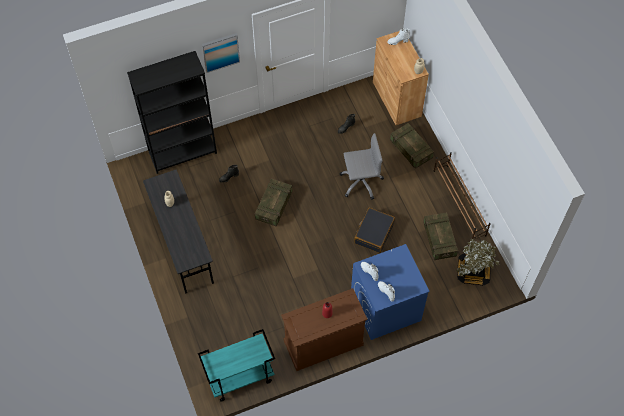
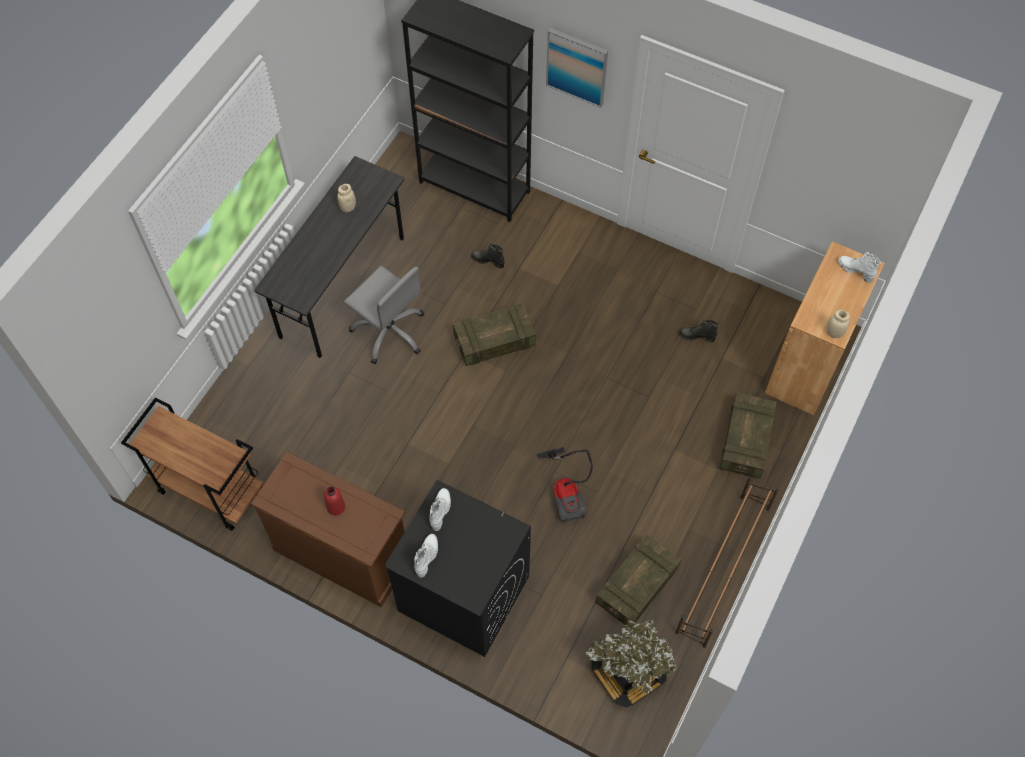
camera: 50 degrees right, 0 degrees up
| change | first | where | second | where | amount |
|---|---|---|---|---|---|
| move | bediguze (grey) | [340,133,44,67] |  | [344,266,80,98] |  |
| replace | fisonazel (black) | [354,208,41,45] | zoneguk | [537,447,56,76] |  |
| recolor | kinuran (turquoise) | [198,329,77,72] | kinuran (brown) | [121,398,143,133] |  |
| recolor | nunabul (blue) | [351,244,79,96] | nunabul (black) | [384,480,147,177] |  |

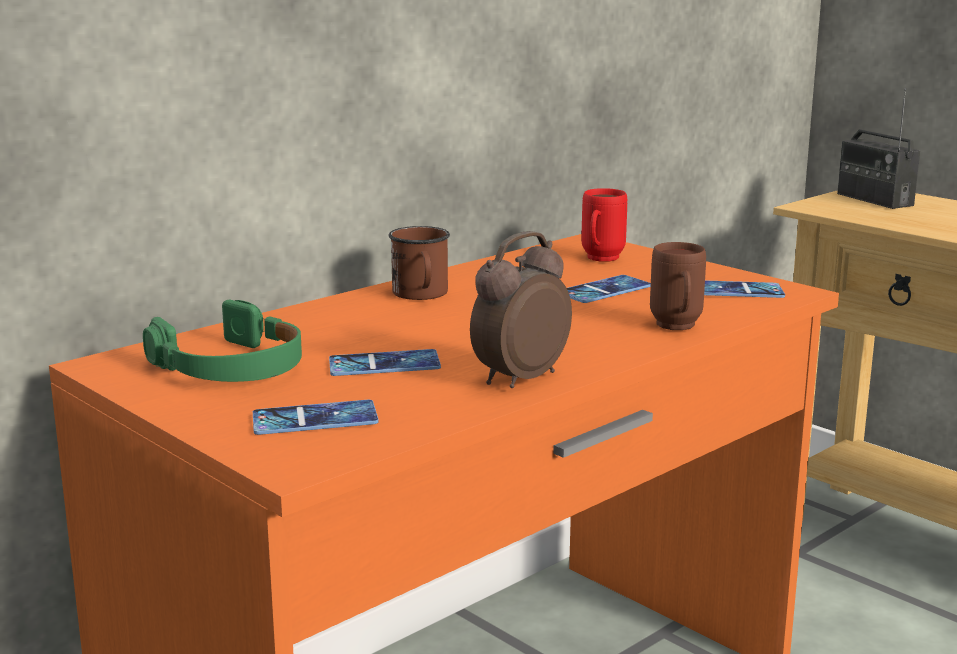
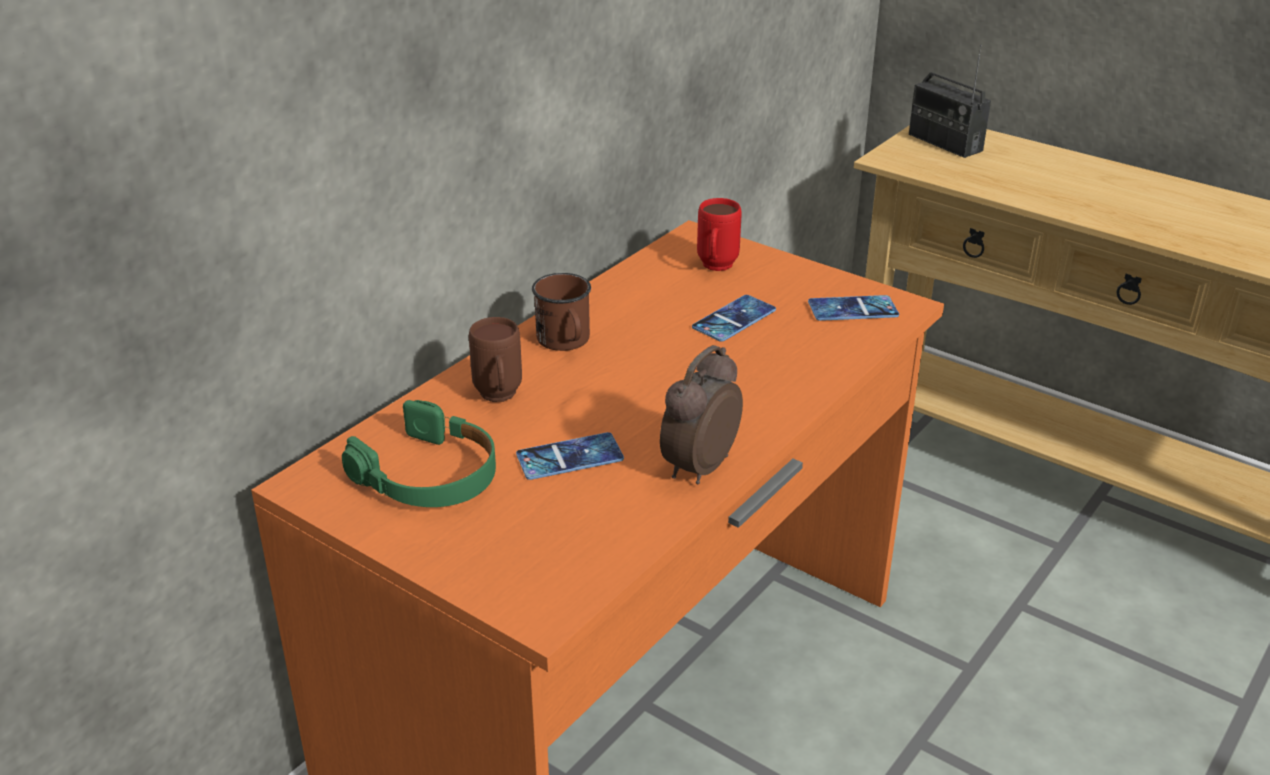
camera: 10 degrees left, 15 degrees up
| change | first | where | second | where | amount |
|---|---|---|---|---|---|
| delete | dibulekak | [253,400,126,35] |  |  |  |
| move | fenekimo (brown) | [650,242,56,88] |  | [469,317,53,85] |  |

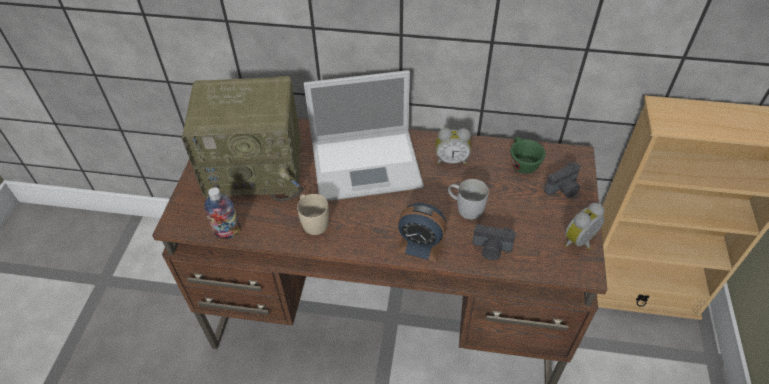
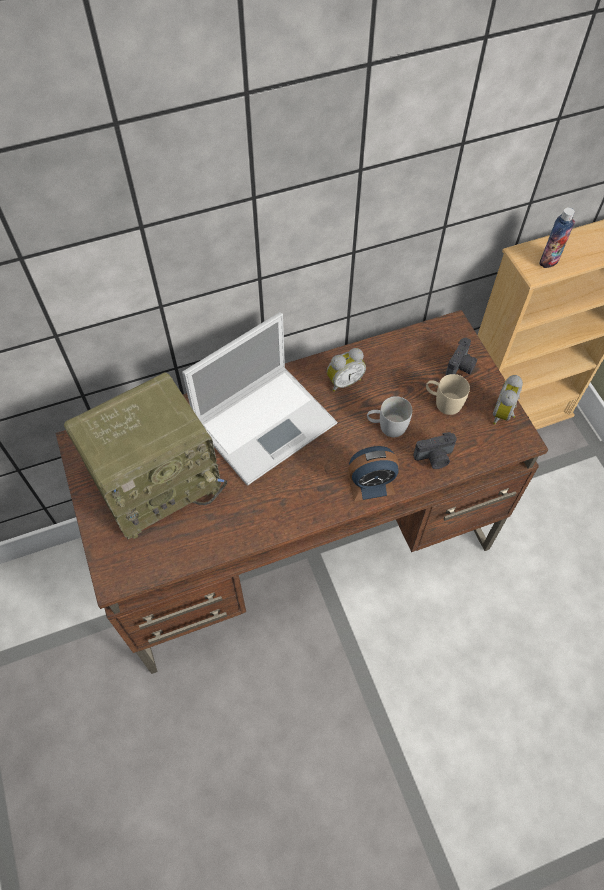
camera: 30 degrees left, 10 degrees up
| change | first | where | second | where | amount |
|---|---|---|---|---|---|
| delete | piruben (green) | [510,137,36,37] |  |  |  |
| move | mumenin | [204,187,37,52] |  | [539,207,36,61] |  |
| move | fenekimo (beige) | [297,194,32,41] |  | [426,374,44,41] |  |

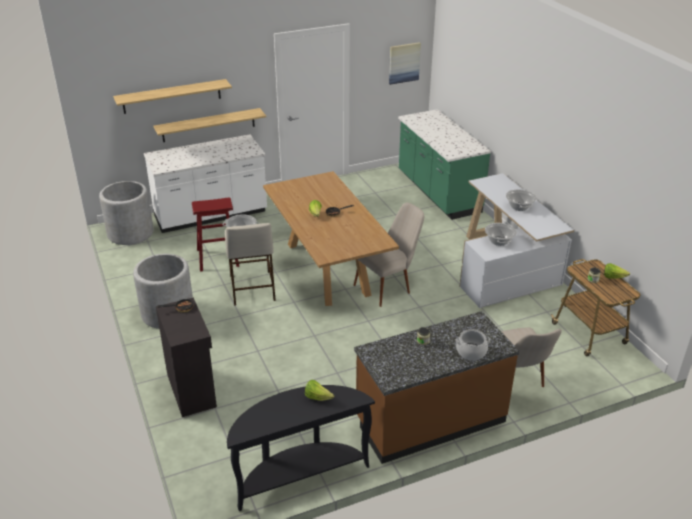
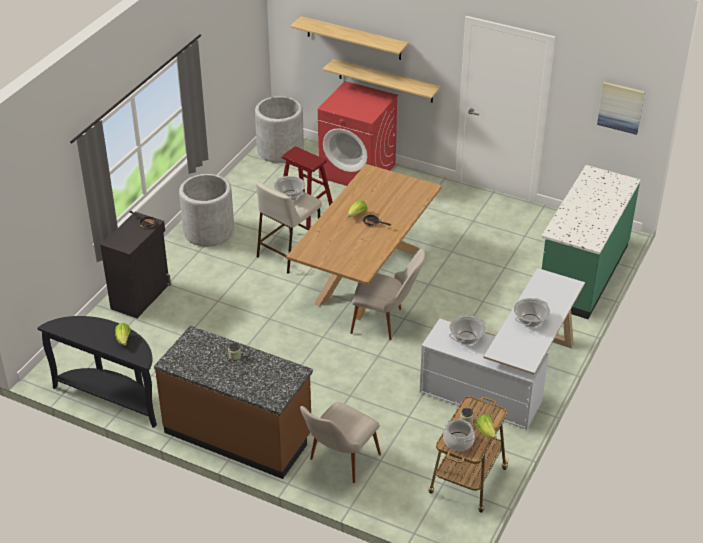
camera: 50 degrees right, 5 degrees up
| change | first | where | second | where | amount |
|---|---|---|---|---|---|
| move | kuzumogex | [455,329,35,32] |  | [443,419,32,32] |  |
| replace | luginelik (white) | [144,134,123,99] | nunabul (red) | [318,81,80,105] |  |

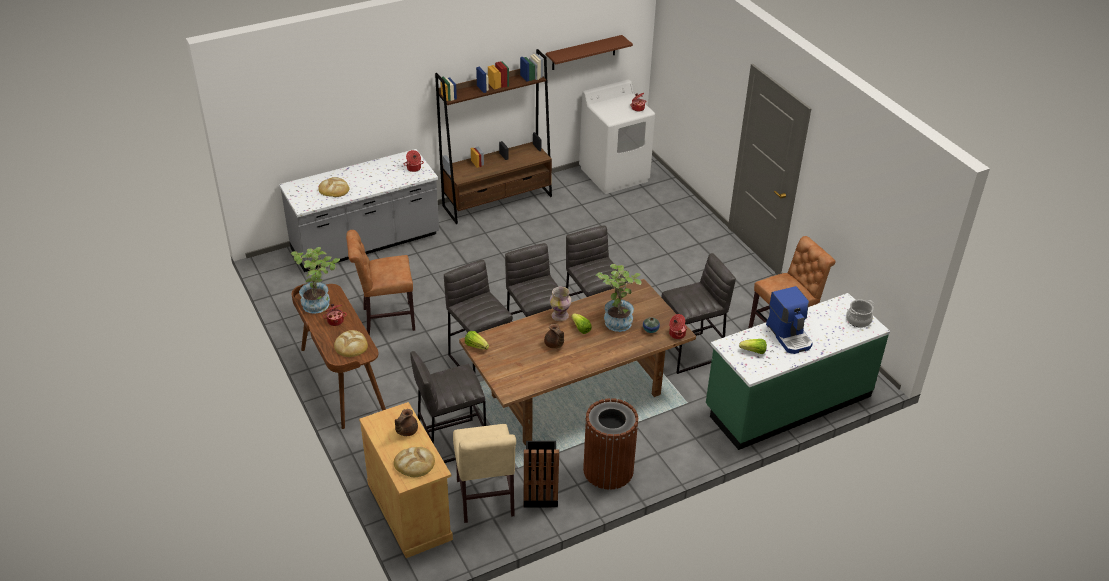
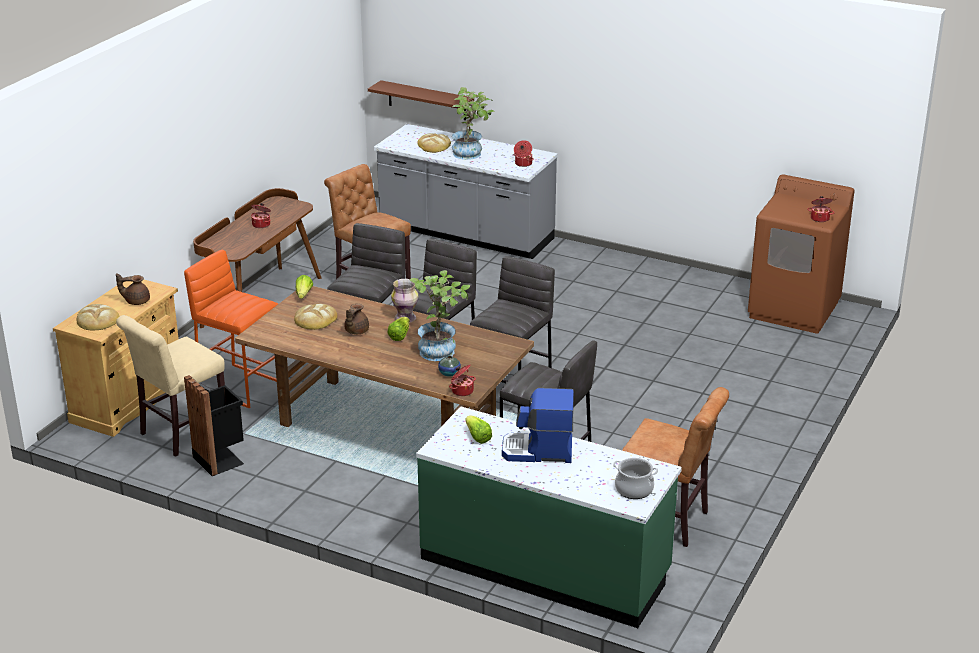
camera: 55 degrees right, 10 degrees down
| change | first | where | second | where | amount |
|---|---|---|---|---|---|
| delete | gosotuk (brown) | [435,49,117,175] |  |  |  |
| delete | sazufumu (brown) | [583,398,56,92] |  |  |  |
| move | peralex | [291,247,49,67] |  | [452,87,43,73] |  |
| move | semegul | [334,330,34,27] |  | [294,304,43,26] |  |
| move | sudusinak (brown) | [546,35,87,35] |  | [368,80,106,40] |  |
| recolor | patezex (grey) | [410,351,76,112] | patezex (orange) | [184,250,94,158] |  |
| recolor | nunabul (white) | [579,80,76,114] | nunabul (brown) | [748,174,107,159] |  |
| rotate | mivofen | [766,286,47,68] |  | [502,388,72,75] | 60 degrees clockwise |

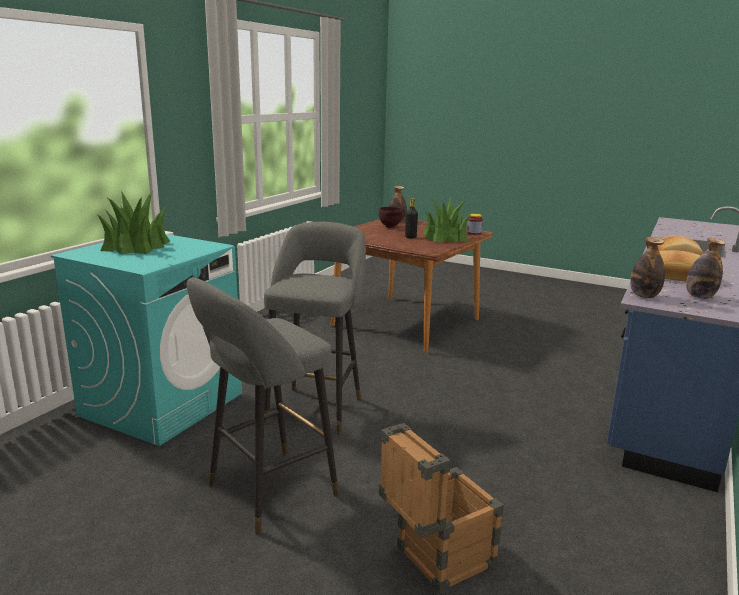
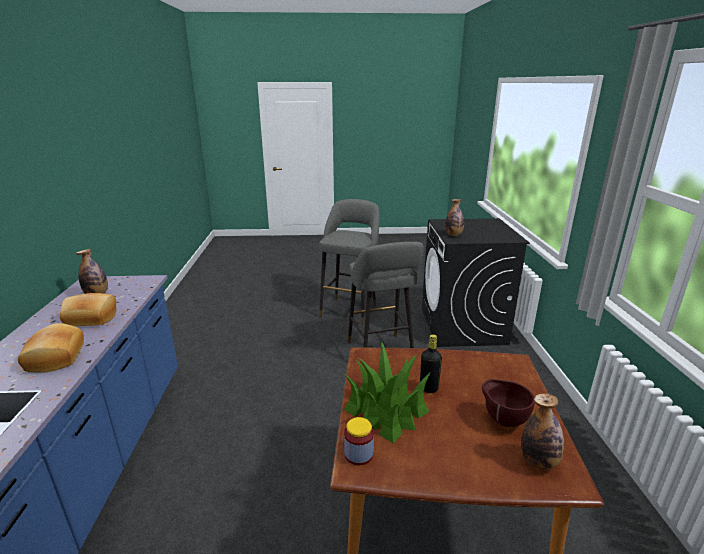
camera: 150 degrees right, 5 degrees up
| change | first | where | second | where | amount |
|---|---|---|---|---|---|
| delete | peralex | [98,191,72,63] |  |  |  |
| delete | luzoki | [379,423,125,170] |  |  |  |
| move | mumenin | [630,237,35,61] |  | [445,199,19,37] |  |
| recolor | nunabul (turquoise) | [50,234,192,212] | nunabul (black) | [422,218,108,129] |  |

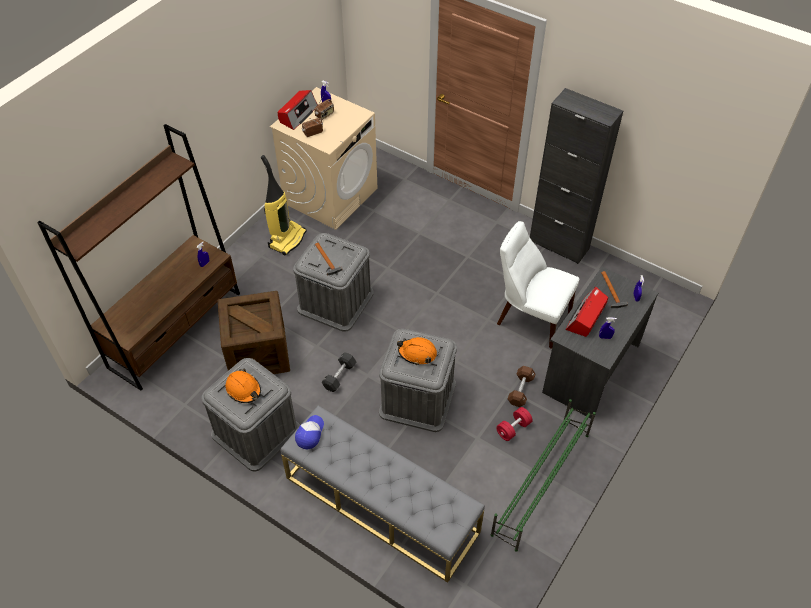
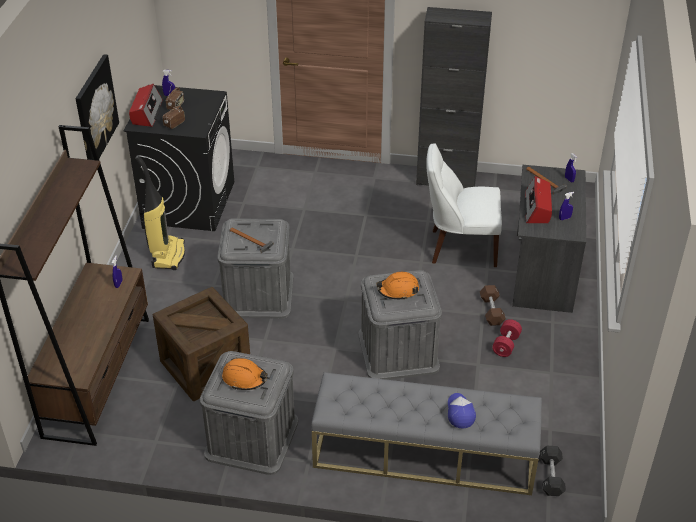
camera: 25 degrees left, 10 degrees down
| change | first | where | second | where | amount |
|---|---|---|---|---|---|
| delete | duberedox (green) | [491,399,105,153] |  |  |  |
| insert |  |  | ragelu | [75,54,44,106] |  |
| move | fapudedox | [295,415,29,34] |  | [448,393,28,35] |  |
| move | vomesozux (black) | [322,352,34,40] |  | [540,445,26,51] |  |
| recolor | nunabul (beige) | [270,87,107,143] | nunabul (black) | [123,85,111,146] |  |

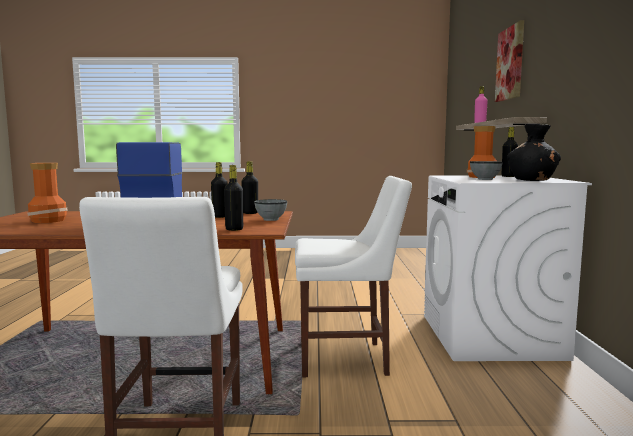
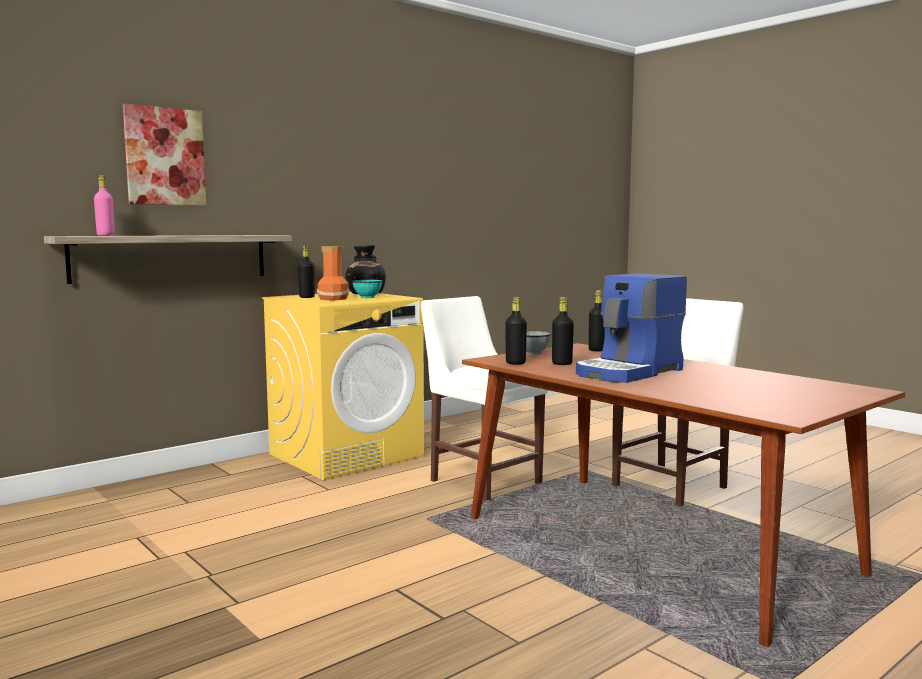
camera: 130 degrees left, 0 degrees up
| change | first | where | second | where | amount |
|---|---|---|---|---|---|
| delete | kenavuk | [27,163,41,60] |  |  |  |
| recolor | nunabul (white) | [424,175,168,186] | nunabul (yellow) | [262,292,162,188] |  |
| recolor | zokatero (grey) | [470,161,33,19] | zokatero (turquoise) | [353,280,29,18] |  |

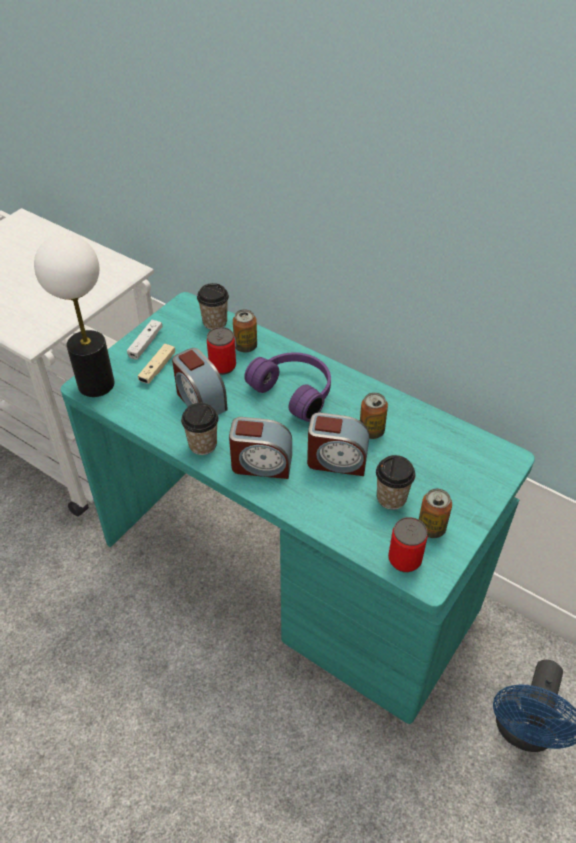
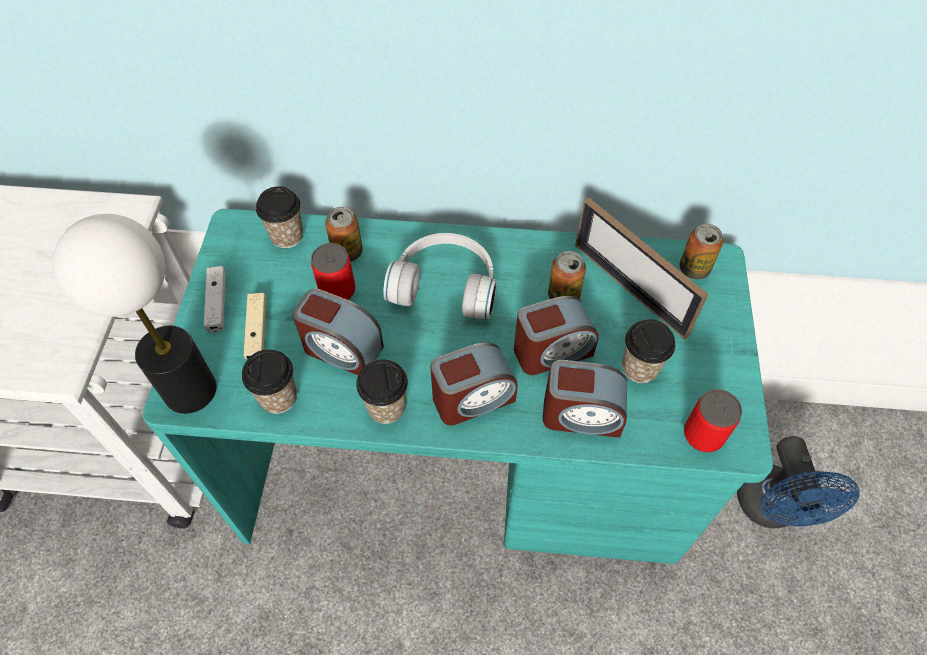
camera: 30 degrees left, 10 degrees up
| change | first | where | second | where | amount |
|---|---|---|---|---|---|
| insert |  |  | piruben | [242,349,55,65] |  |
| insert |  |  | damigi | [543,360,84,78] |  |
| insert |  |  | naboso | [575,197,134,143] |  |
| move | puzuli | [419,489,33,49] |  | [679,224,44,56] |  |
| recolor | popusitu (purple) | [244,352,87,70] | popusitu (white) | [383,233,114,86] |  |

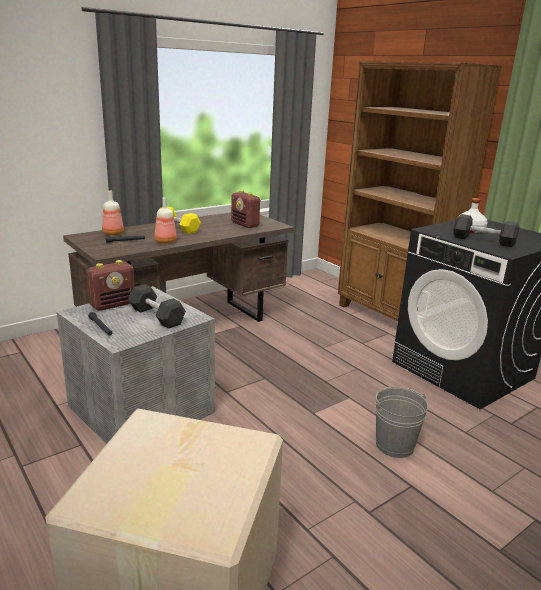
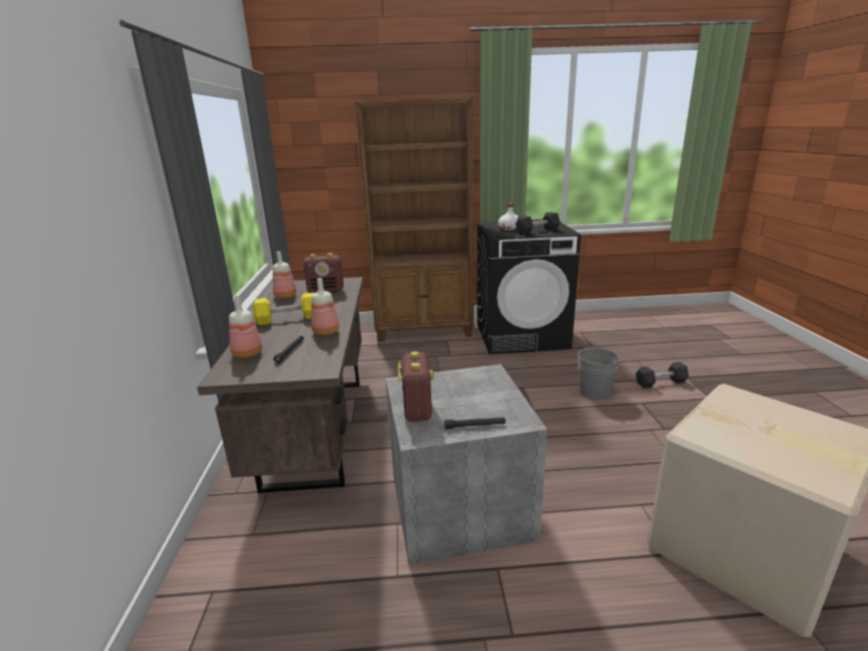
camera: 55 degrees left, 0 degrees up
| change | first | where | second | where | amount |
|---|---|---|---|---|---|
| insert |  |  | mumenin | [273,251,24,48] |  |
| move | vomesozux (black) | [128,284,58,45] |  | [636,362,53,26] |  |

